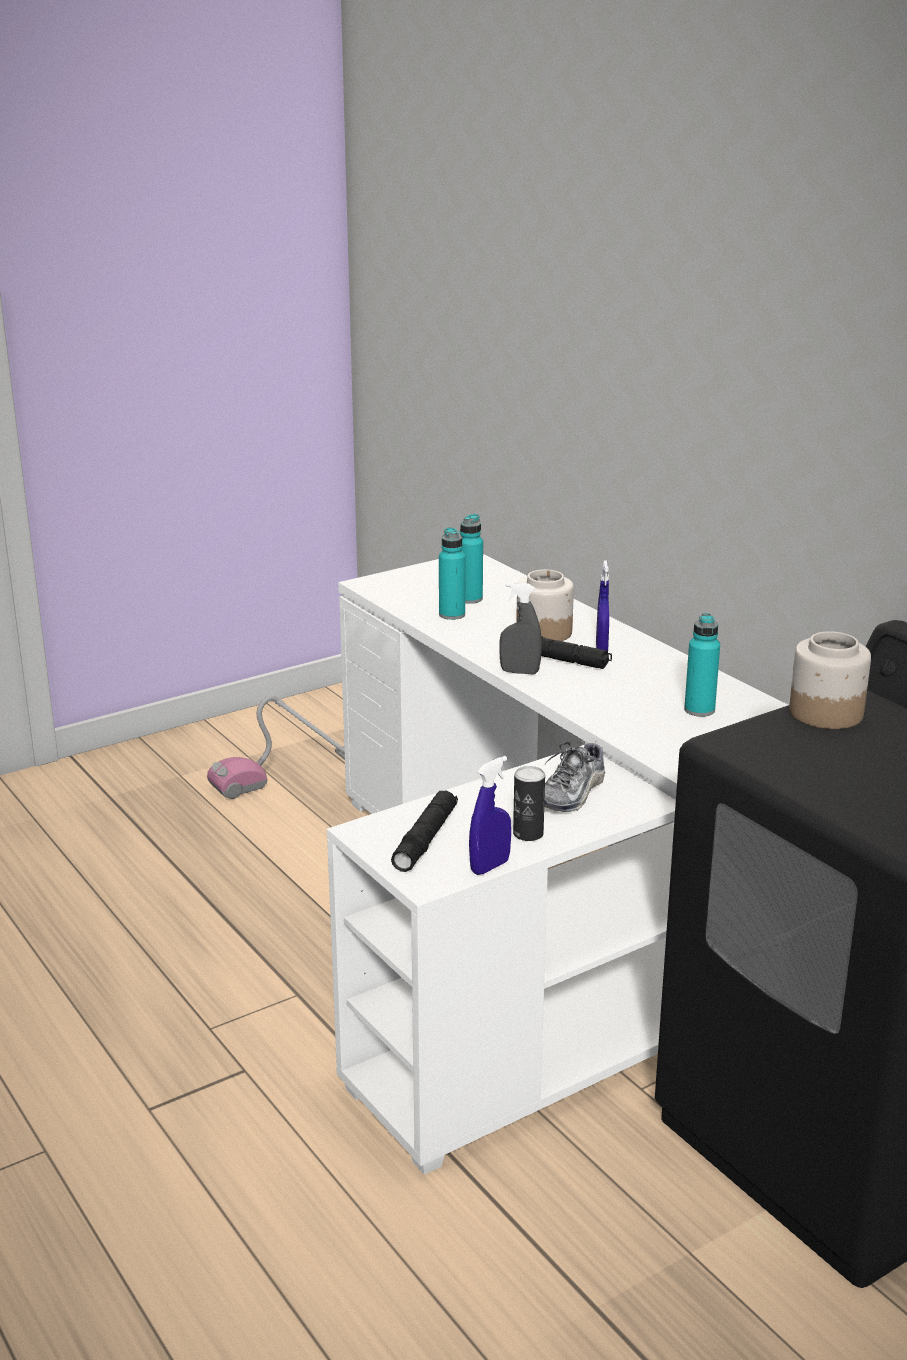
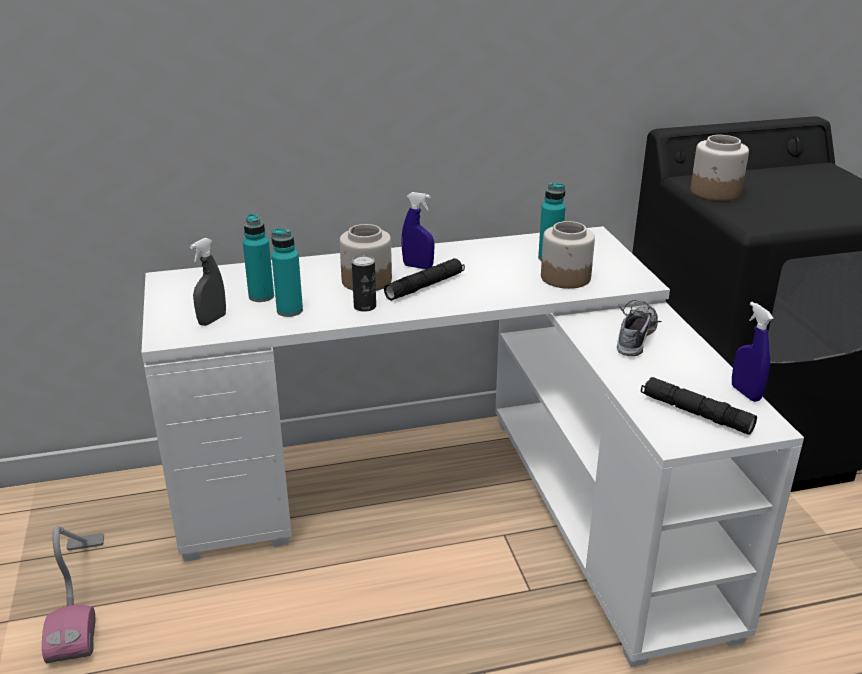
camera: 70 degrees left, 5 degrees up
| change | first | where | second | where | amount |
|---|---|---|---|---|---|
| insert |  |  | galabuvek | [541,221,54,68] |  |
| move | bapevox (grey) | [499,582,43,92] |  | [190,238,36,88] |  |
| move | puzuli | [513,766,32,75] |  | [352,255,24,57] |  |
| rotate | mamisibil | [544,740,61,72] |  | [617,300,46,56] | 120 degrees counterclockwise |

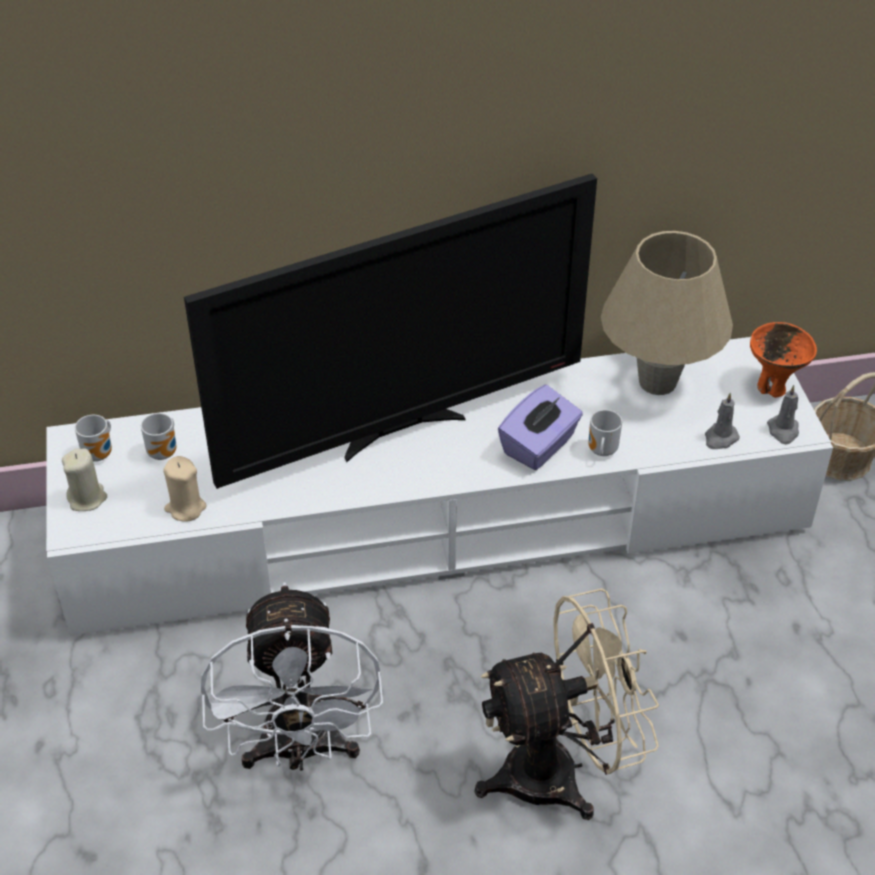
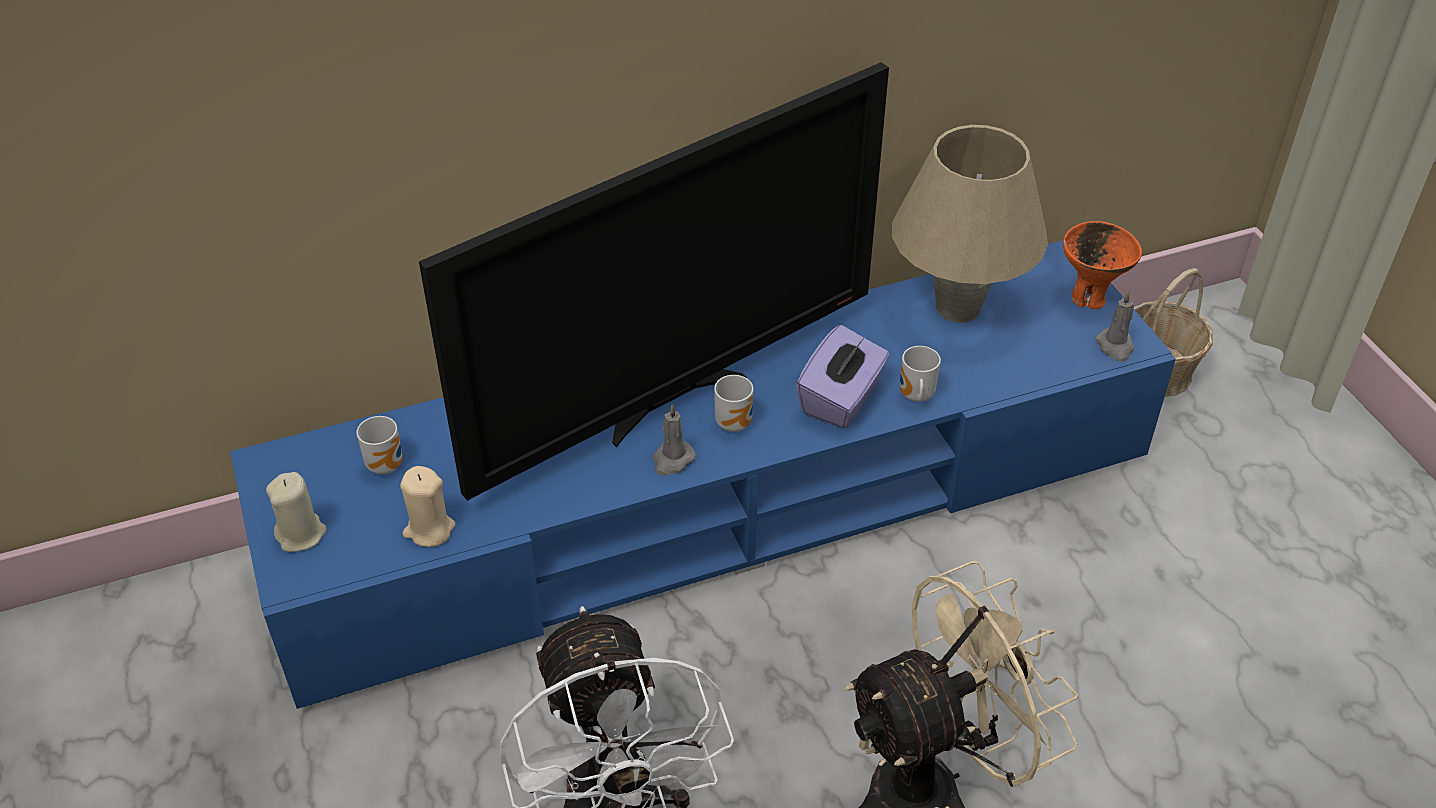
camera: 10 degrees left, 0 degrees up
| change | first | where | second | where | amount |
|---|---|---|---|---|---|
| move | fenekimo | [75,415,37,47] |  | [714,375,39,57] |  |
| move | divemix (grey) | [705,393,35,56] |  | [653,404,43,72] |  |
| recolor | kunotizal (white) | [46,337,787,299] | kunotizal (blue) | [230,240,946,469] |  |

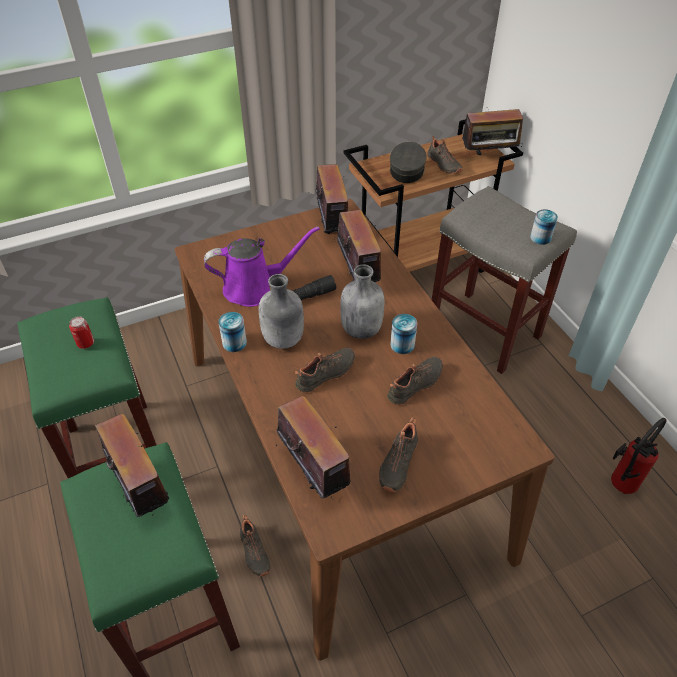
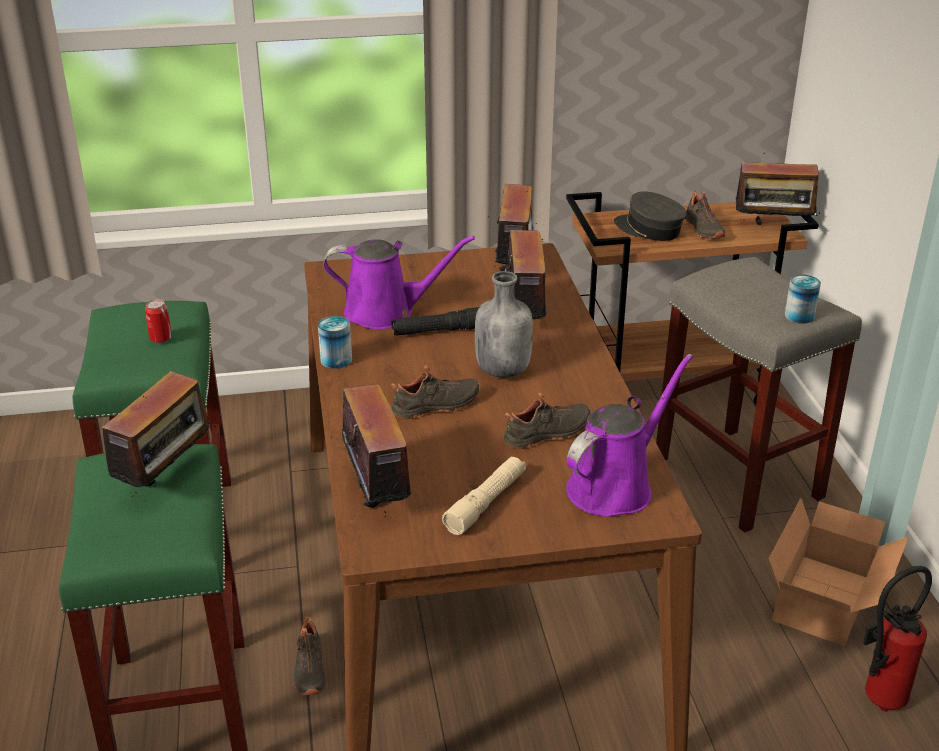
camera: 15 degrees right, 15 degrees down
| change | first | where | second | where | amount |
|---|---|---|---|---|---|
| delete | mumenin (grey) | [259,274,45,75] |  |  |  |
| delete | puzuli | [390,314,27,40] |  |  |  |
| insert |  |  | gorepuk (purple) | [566,354,127,163] |  |
| insert |  |  | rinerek | [769,498,140,148] |  |
| replace | mamisibil (black) | [379,417,39,75] | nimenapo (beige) | [442,456,84,79] |  |
| rotate | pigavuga | [94,414,79,104] |  | [92,371,124,126] | 45 degrees clockwise |
| rotate | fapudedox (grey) | [389,142,37,41] |  | [614,191,72,50] | 75 degrees counterclockwise |

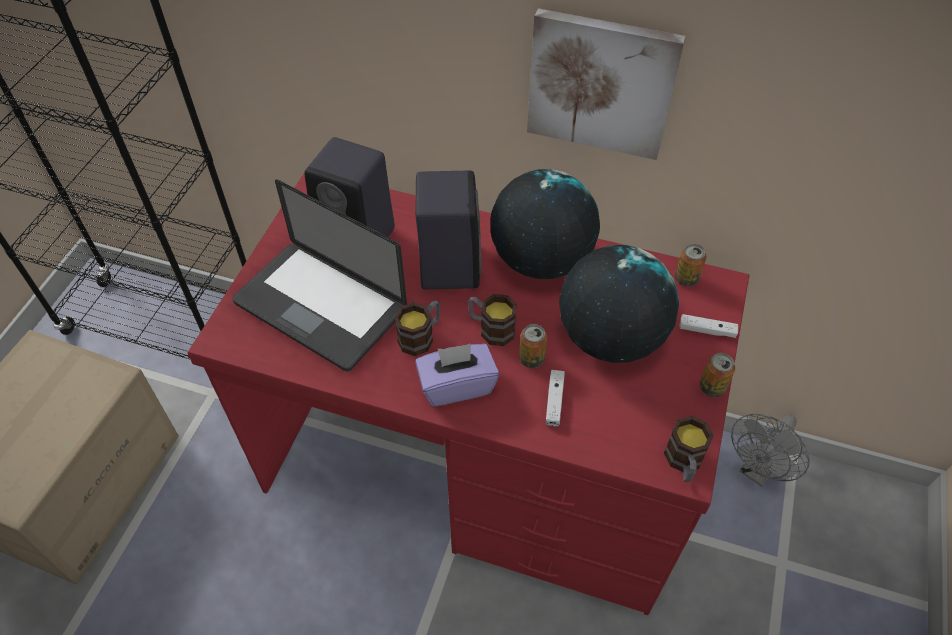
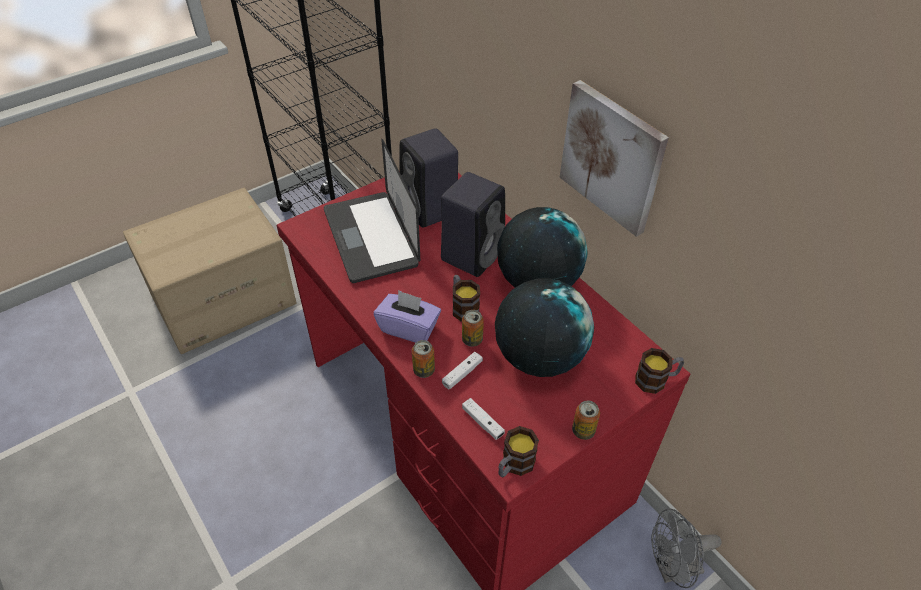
camera: 35 degrees right, 5 degrees down
| change | first | where | second | where | amount |
|---|---|---|---|---|---|
| move | fenekimo | [394,300,46,56] |  | [635,348,49,46] |  |
| move | puzuli | [675,244,31,43] |  | [412,340,23,38] |  |
| move | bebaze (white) | [680,314,58,24] |  | [462,398,43,42] |  |

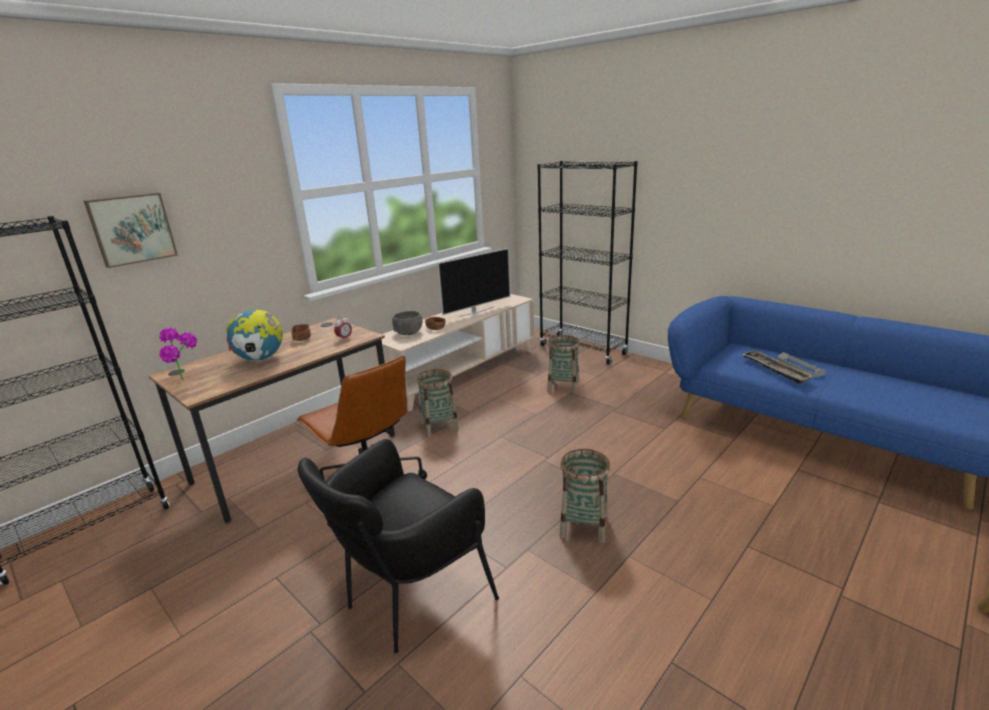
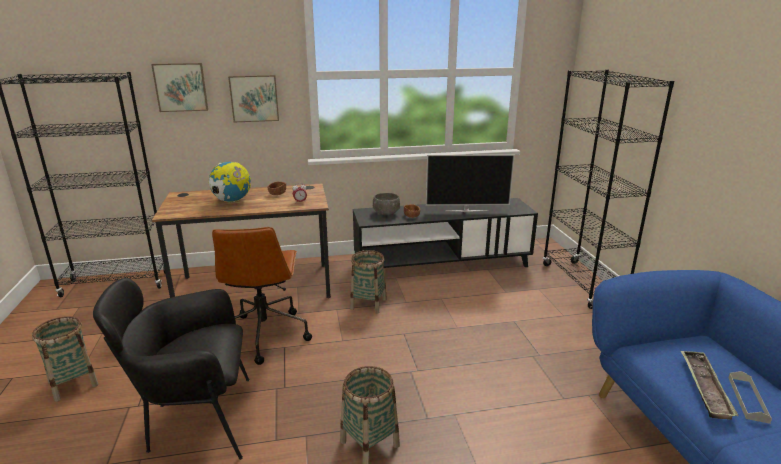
camera: 35 degrees right, 0 degrees up
| change | first | where | second | where | amount |
|---|---|---|---|---|---|
| delete | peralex | [159,328,38,52] |  |  |  |
| insert |  |  | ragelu | [228,75,51,47] |  |
| move | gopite | [548,335,32,59] |  | [32,316,66,86] |  |
| recolor | kunotizal (beige) | [370,294,164,117] | kunotizal (black) | [353,198,185,70] |  |

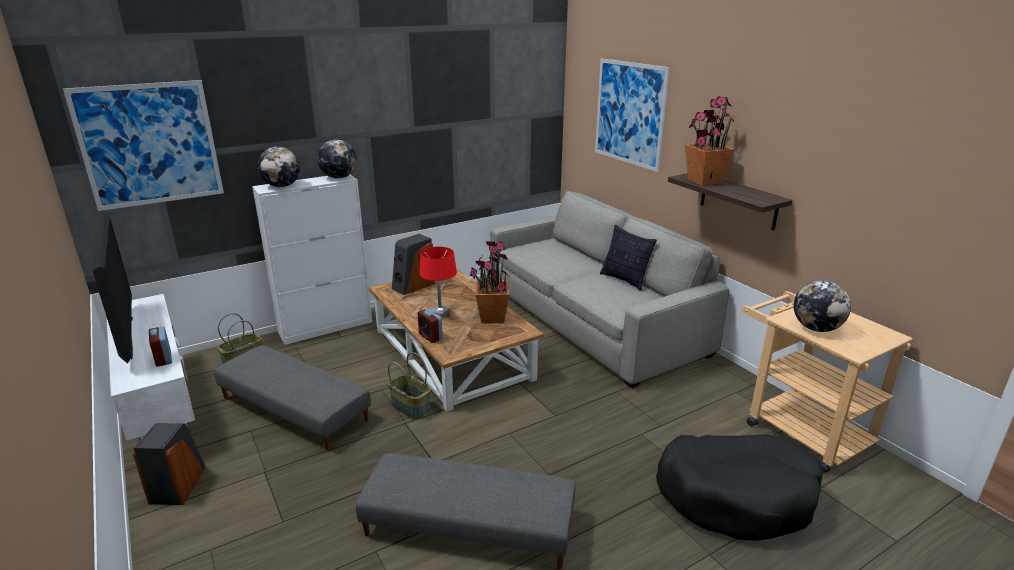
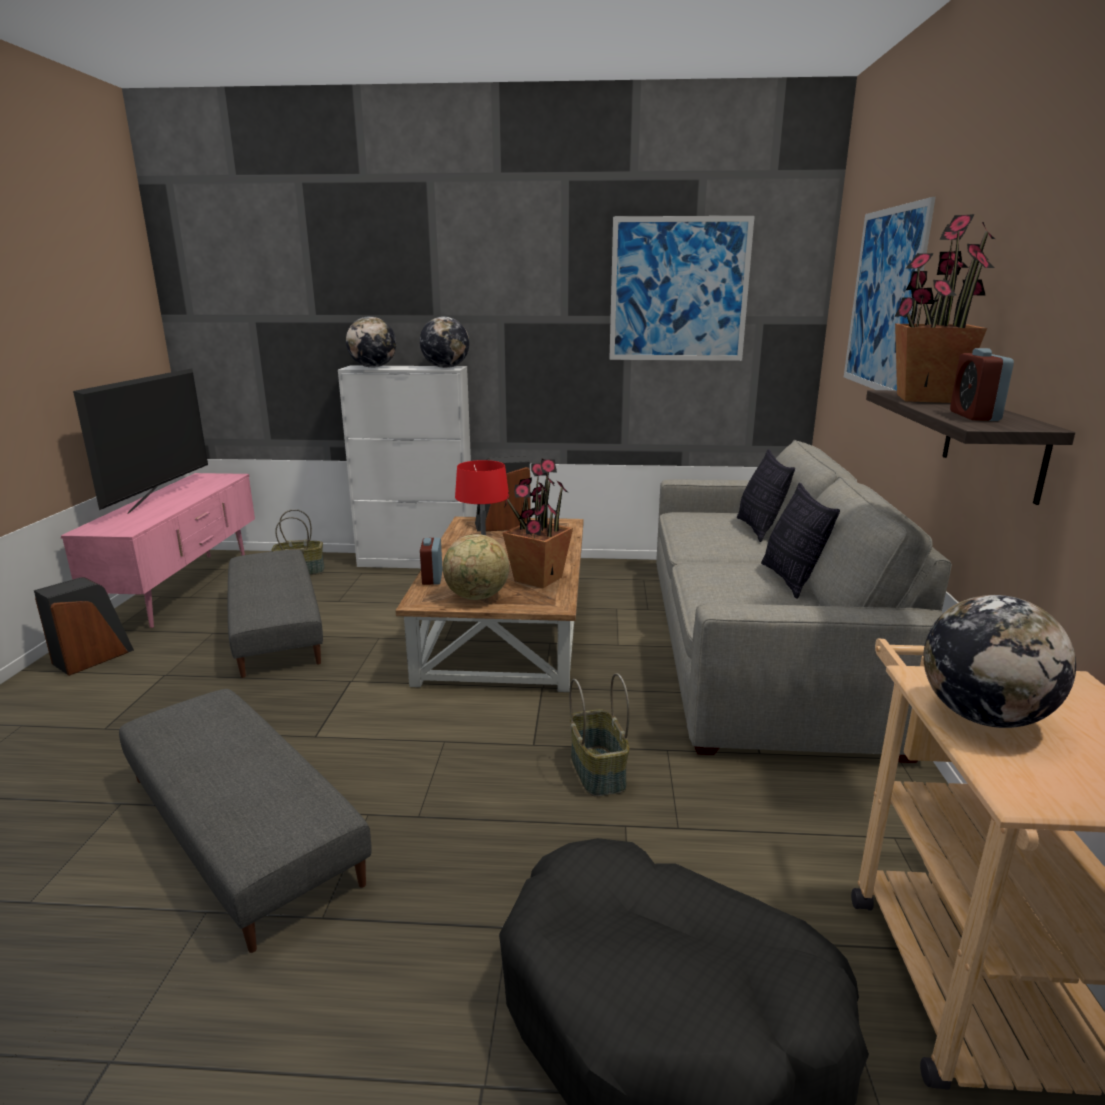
camera: 35 degrees right, 5 degrees down
| change | first | where | second | where | amount |
|---|---|---|---|---|---|
| insert |  |  | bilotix | [443,534,66,66] |  |
| insert |  |  | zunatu | [737,449,58,93] |  |
| move | ragelu | [63,80,161,131] |  | [609,216,146,145] |  |
| move | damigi | [149,326,23,41] |  | [950,348,64,73] |  |
| move | gopite | [388,352,43,68] |  | [569,673,61,124] |  |
| recolor | kunotizal (white) | [106,294,89,149] | kunotizal (pink) | [61,473,194,155] |  |

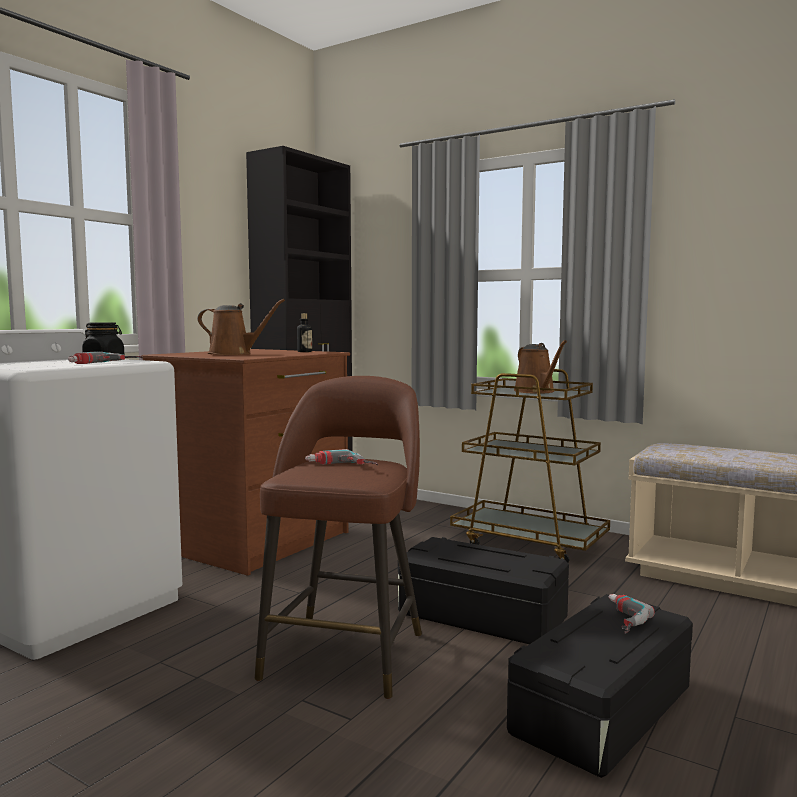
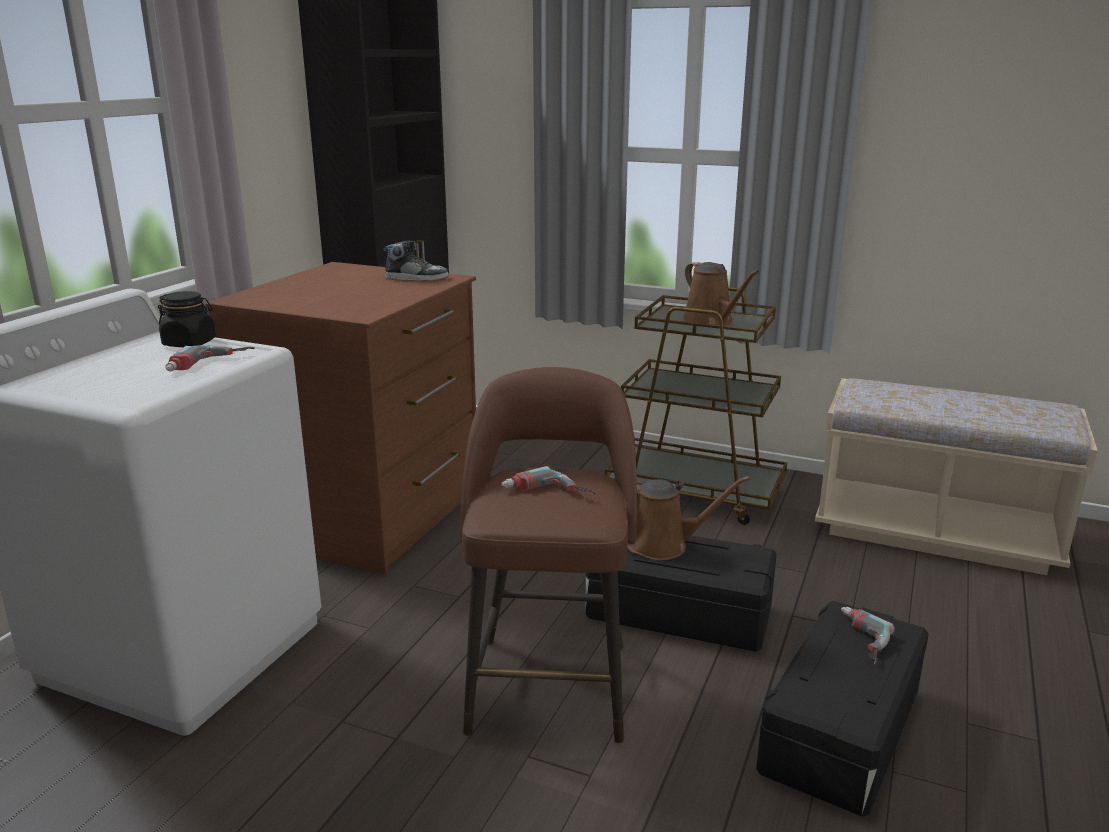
camera: 10 degrees left, 15 degrees up
| change | first | where | second | where | amount |
|---|---|---|---|---|---|
| move | gorepuk (brown) | [198,299,87,56] |  | [627,477,122,83] |  |
| replace | mumenin | [297,313,15,39] | mamisibil | [383,241,65,40] |  |

